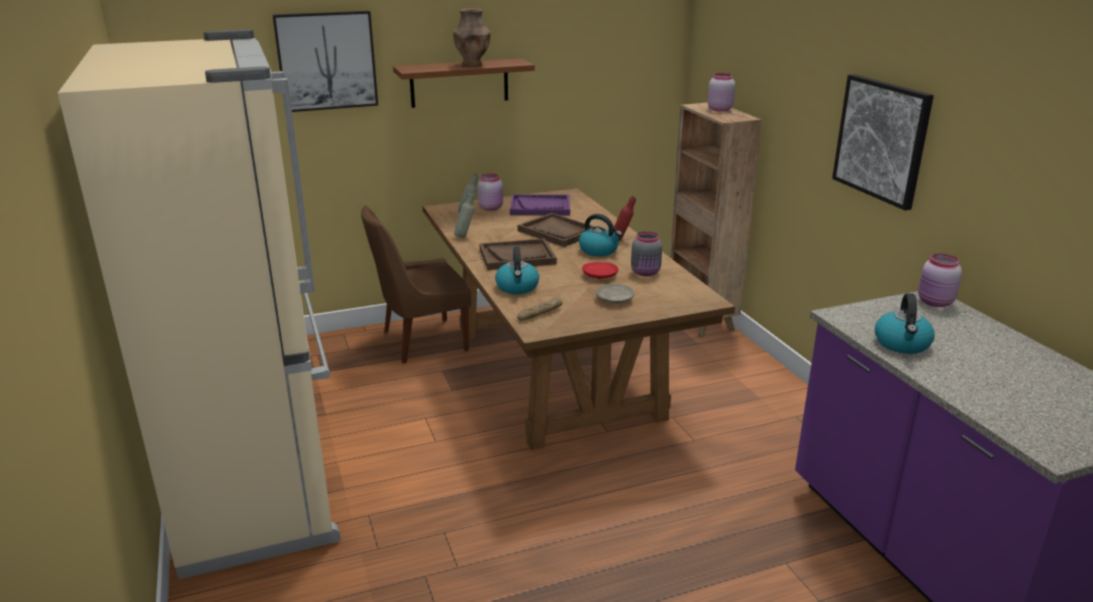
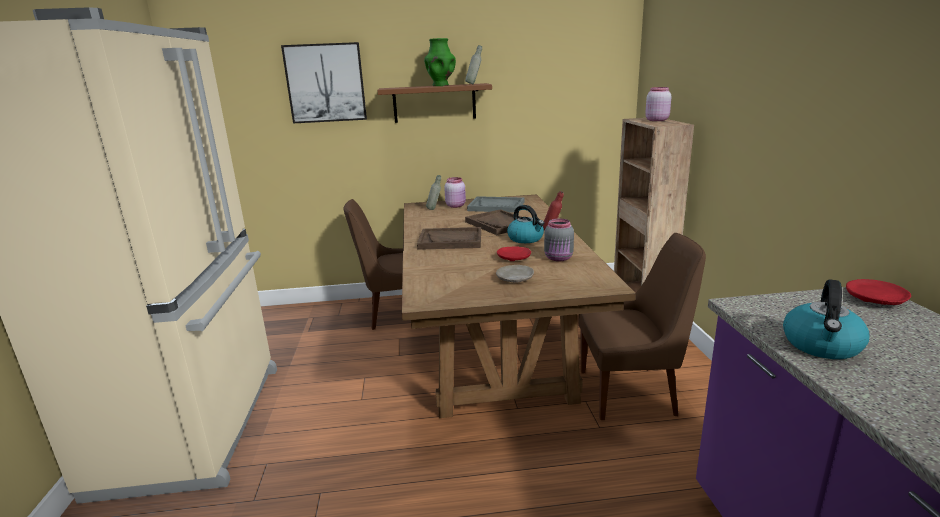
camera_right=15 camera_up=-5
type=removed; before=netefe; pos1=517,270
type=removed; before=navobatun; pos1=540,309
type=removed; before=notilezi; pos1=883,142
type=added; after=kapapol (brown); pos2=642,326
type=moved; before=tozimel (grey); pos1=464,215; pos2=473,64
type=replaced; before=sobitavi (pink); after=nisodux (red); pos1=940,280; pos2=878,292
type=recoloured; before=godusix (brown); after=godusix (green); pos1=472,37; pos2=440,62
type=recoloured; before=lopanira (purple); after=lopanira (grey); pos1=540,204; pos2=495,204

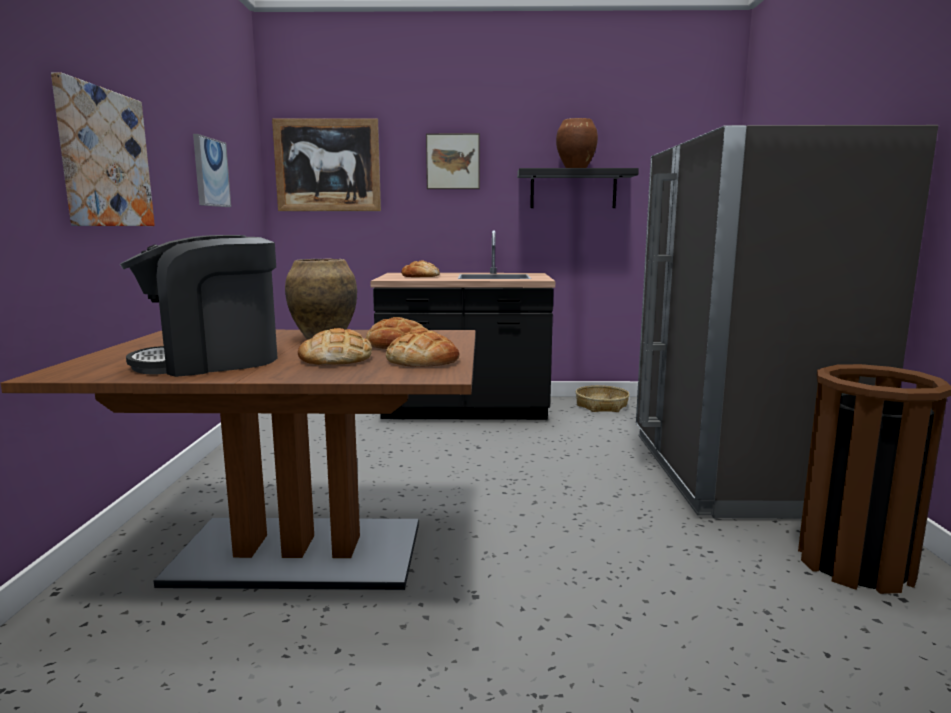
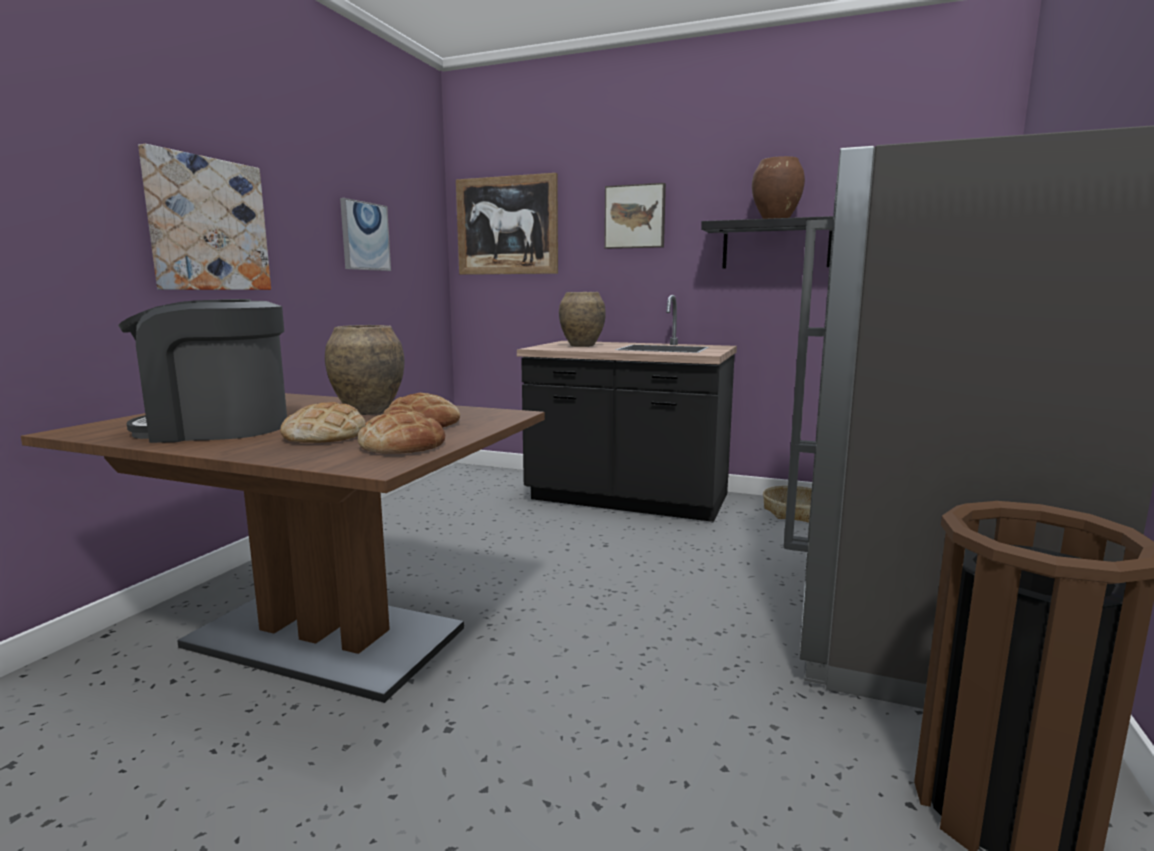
camera_right=20 camera_up=0
type=replaced; before=navobatun; after=godusix (brown); pos1=420,268; pos2=582,319

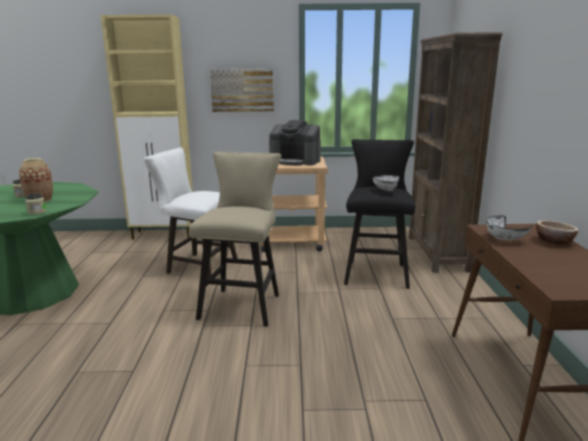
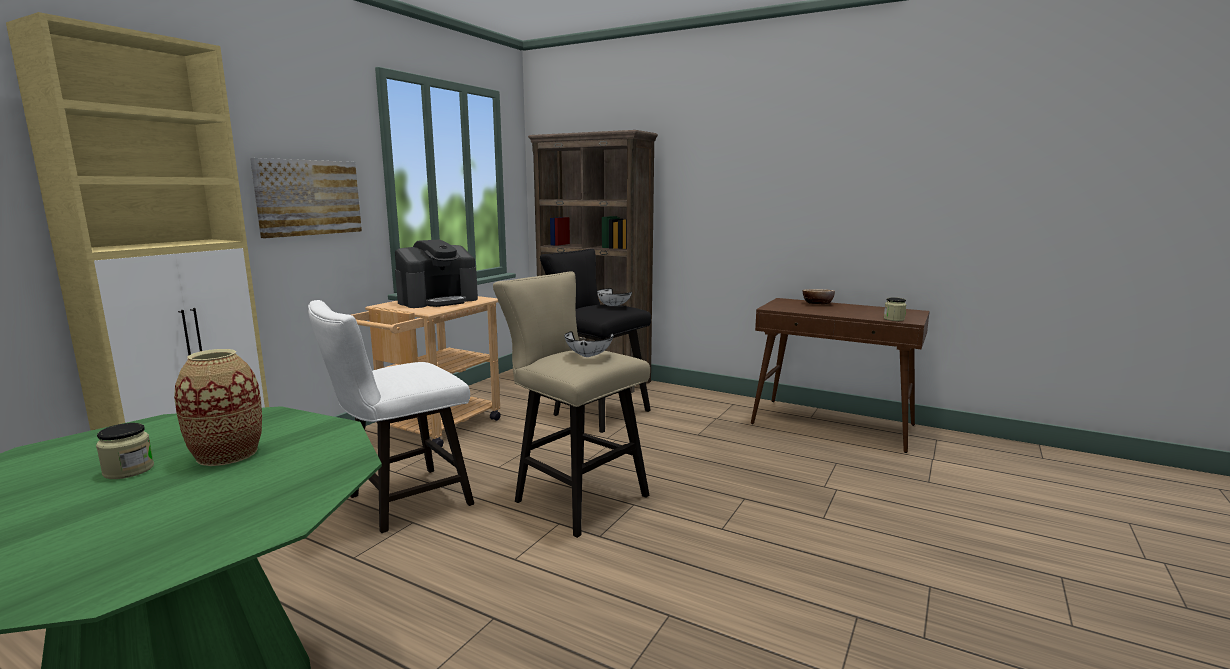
camera_right=-60 camera_up=-5
type=moved; before=sobitavi; pos1=35,204; pos2=895,309
type=moved; before=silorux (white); pos1=509,228; pos2=589,344

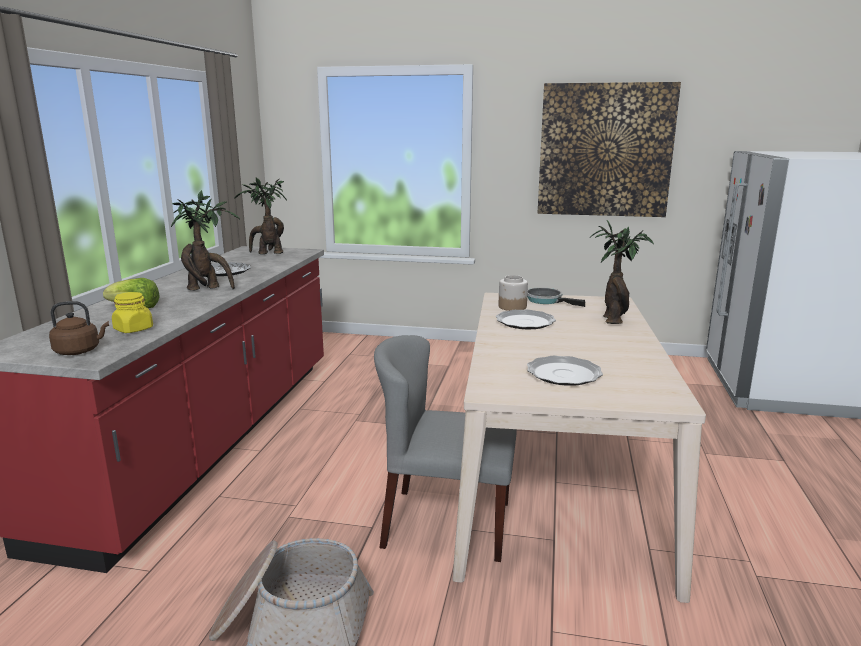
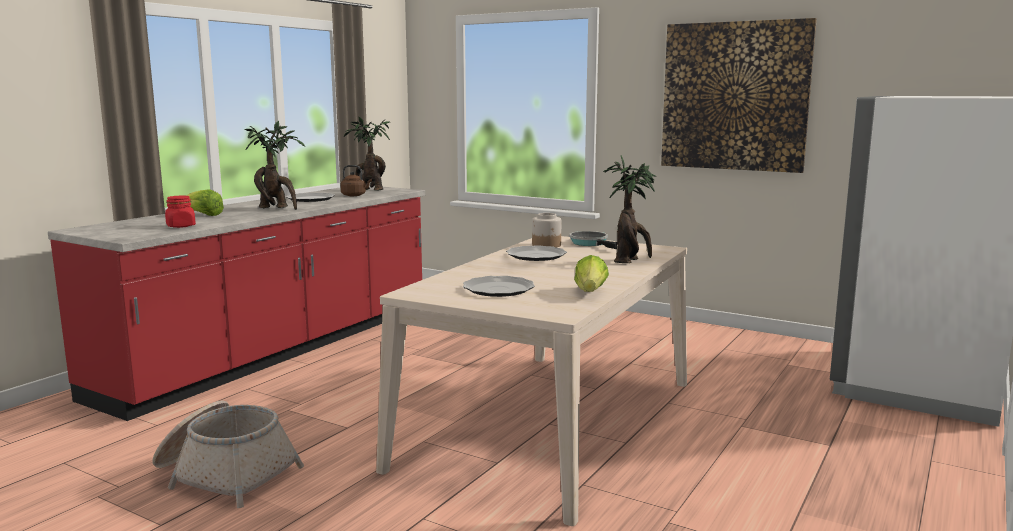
camera_right=20 camera_up=-5
type=removed; before=kapapol (grey); pos1=445,448
type=added; after=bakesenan; pos2=591,273
type=moved; before=netefe (brown); pos1=79,328; pos2=356,180
type=recoloured; before=sobitavi (yellow); after=sobitavi (red); pos1=132,312; pos2=180,212

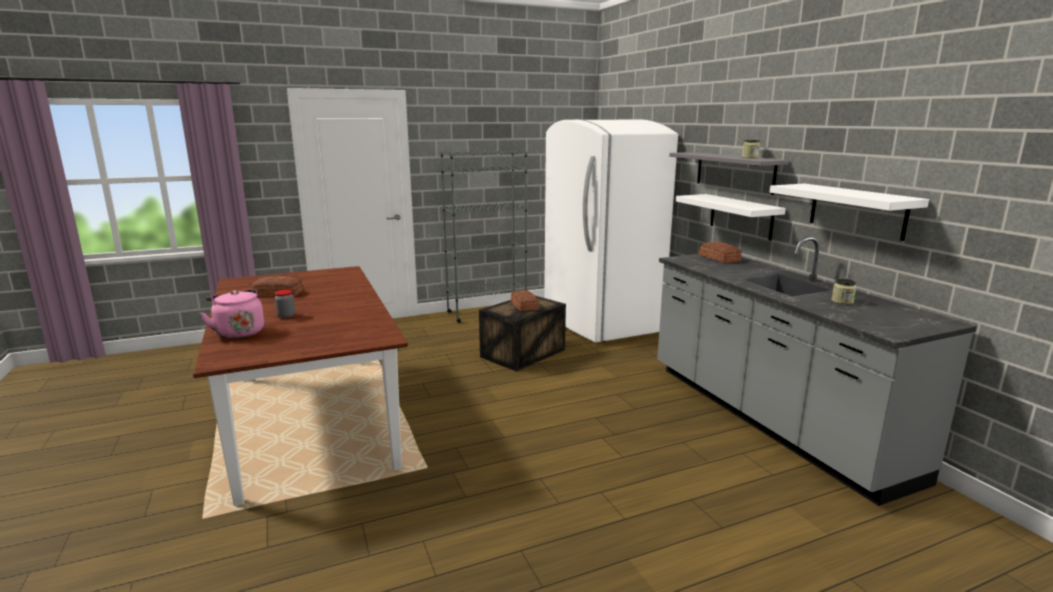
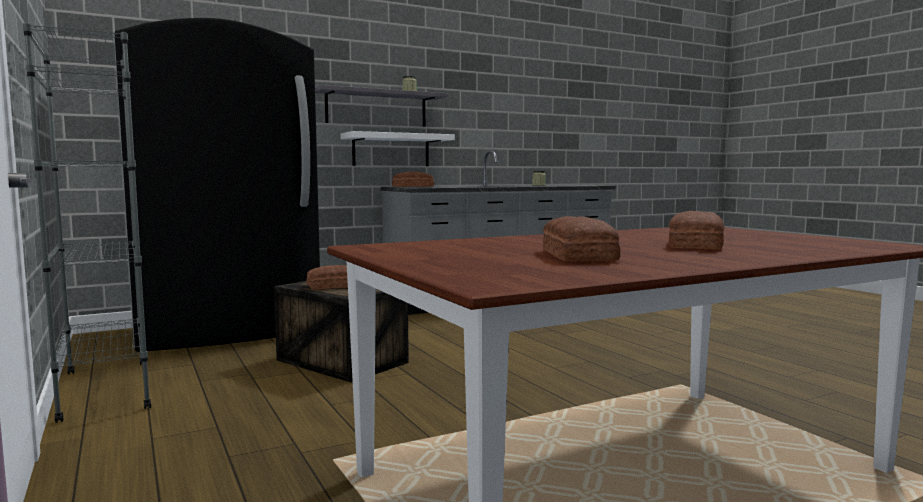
camera_right=-95 camera_up=-10
type=removed; before=netefe (pink); pos1=232,313
type=removed; before=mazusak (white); pos1=849,212
type=replaced; before=sobitavi; after=navobatun; pos1=285,304; pos2=697,230
type=recoloured; before=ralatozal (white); after=ralatozal (black); pos1=611,230; pos2=217,185

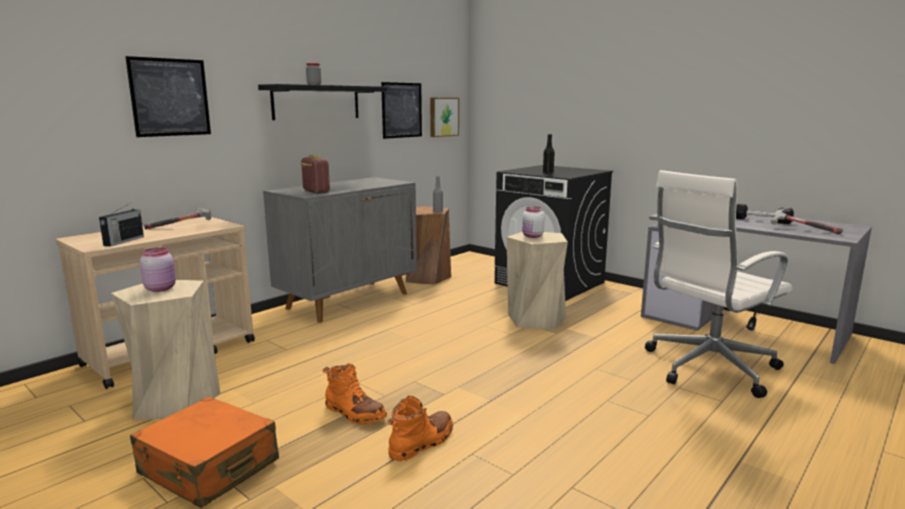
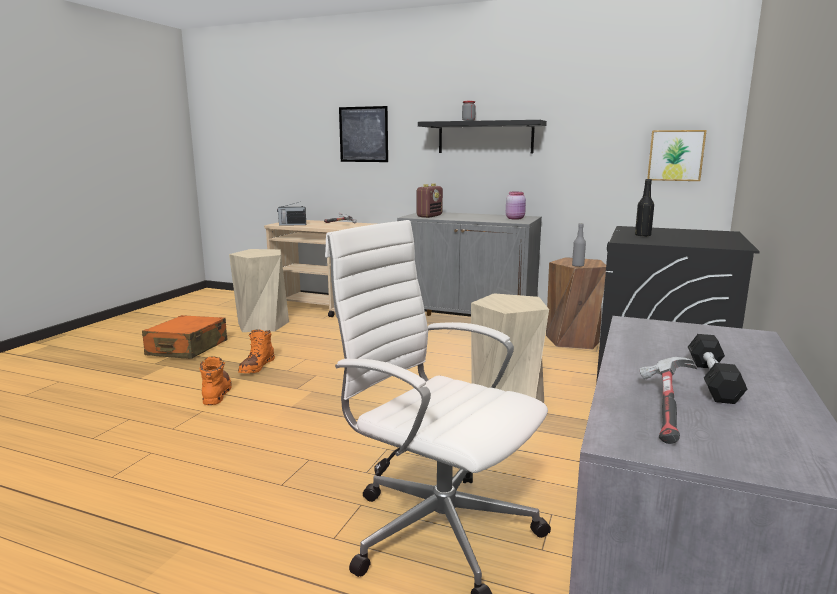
camera_right=70 camera_up=0
type=removed; before=notilezi; pos1=401,110
type=removed; before=sobitavi (white); pos1=533,222
type=moved; before=sobitavi (pink); pos1=158,269; pos2=516,206
type=turned; before=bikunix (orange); pos1=420,428; pos2=216,381; turn=-120

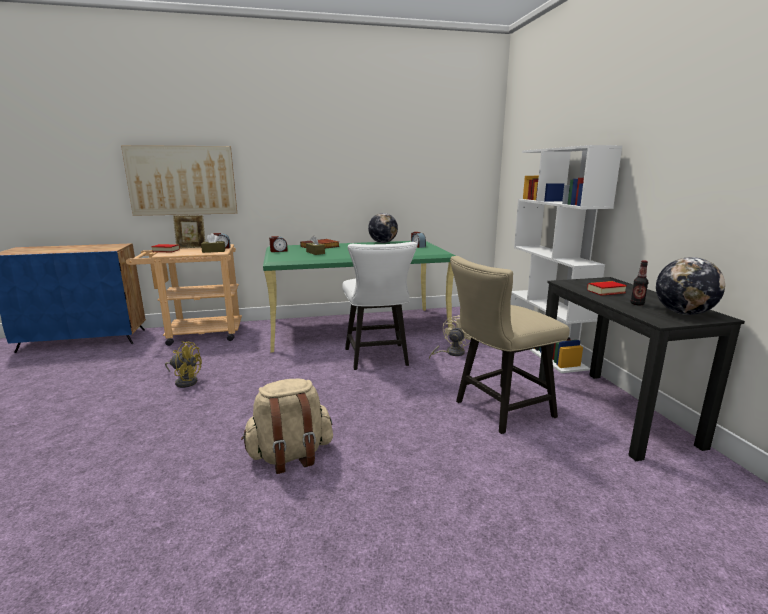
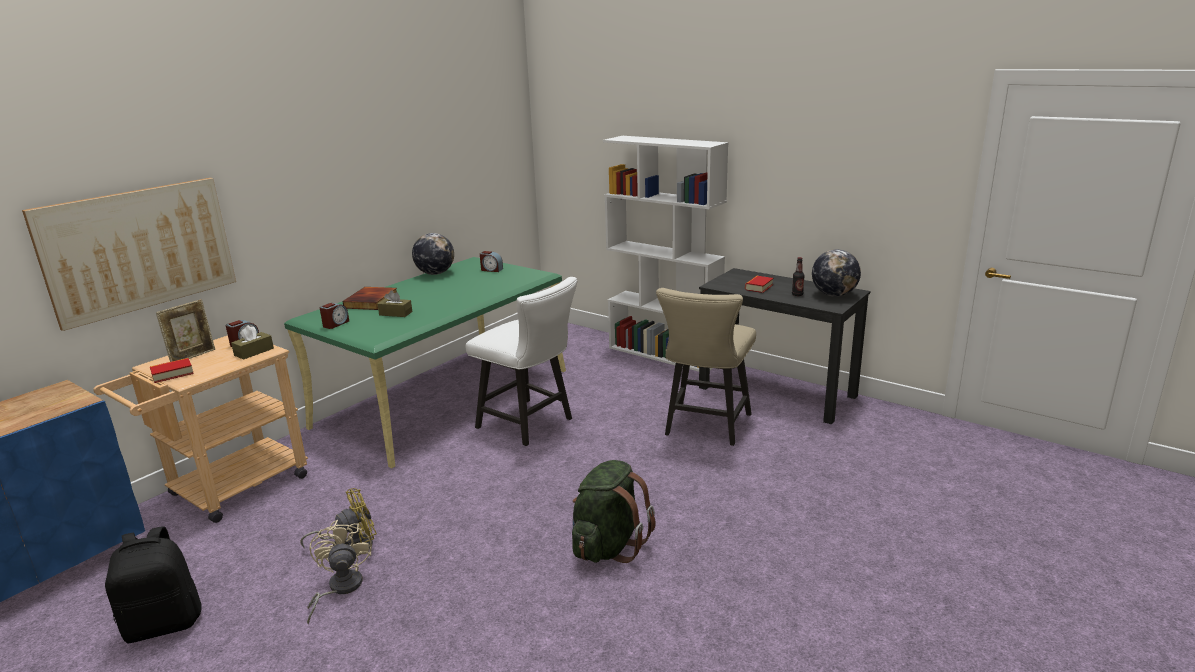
camera_right=-40 camera_up=5
type=added; after=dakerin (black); pos2=153,585
type=moved; before=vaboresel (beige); pos1=450,337; pos2=339,572
type=recoloured; before=dakerin (beige); after=dakerin (green); pos1=287,426; pos2=613,511

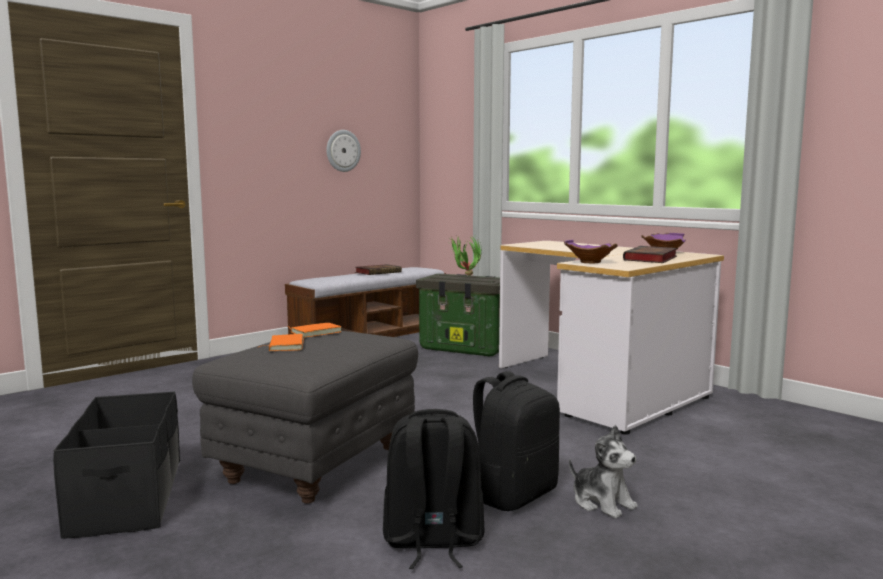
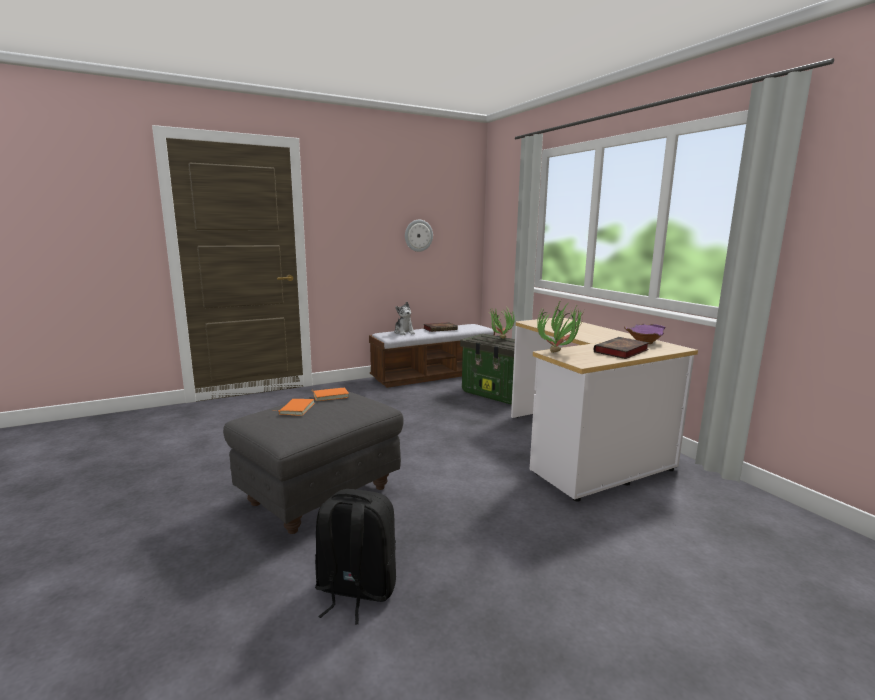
camera_right=15 camera_up=5
type=removed; before=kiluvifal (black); pos1=116,465
type=removed; before=dakerin (black); pos1=516,441
type=moved; before=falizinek; pos1=603,471; pos2=404,318
type=replaced; before=silorux (purple); after=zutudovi; pos1=590,251; pos2=561,326

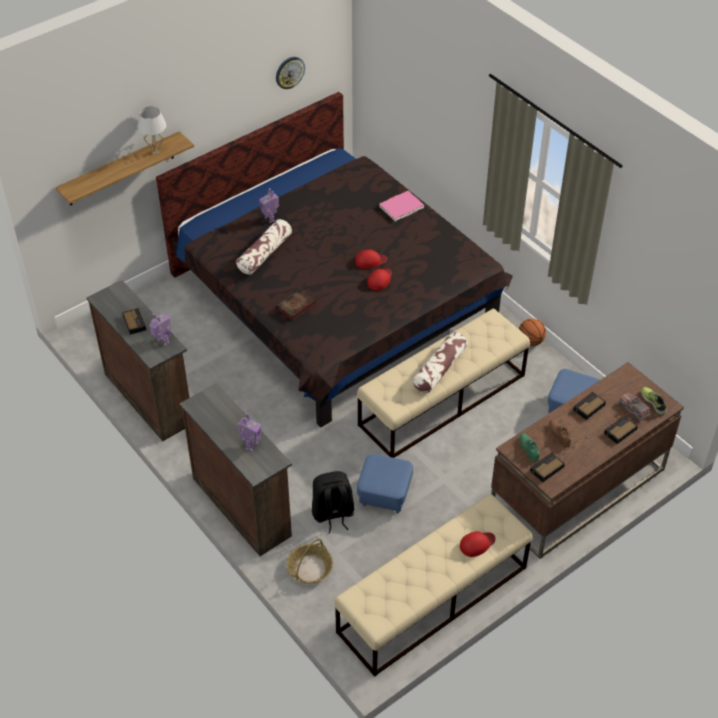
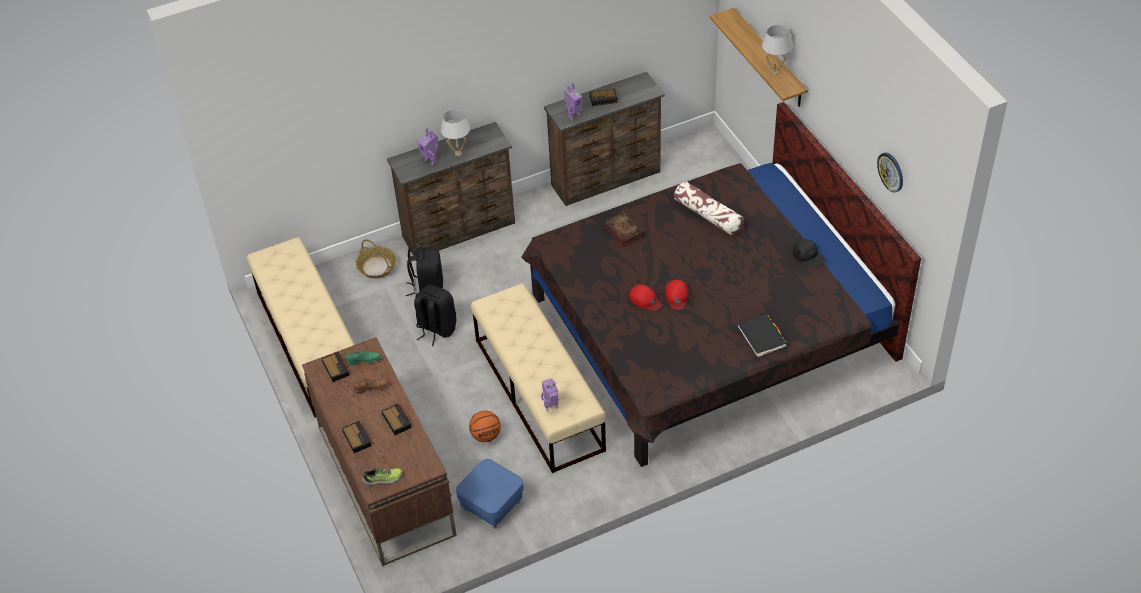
camera_right=105 camera_up=0
type=removed; before=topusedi; pos1=440,362
type=removed; before=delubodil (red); pos1=477,544
type=removed; before=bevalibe; pos1=635,406
type=added; after=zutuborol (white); pos2=455,133
type=added; after=delubodil (black); pos2=809,253
type=moved; before=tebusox; pos1=269,205; pos2=550,395
type=moved; before=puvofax; pos1=532,332; pos2=485,426
type=replaced; before=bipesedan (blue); after=dakerin (black); pos1=385,484; pos2=435,315
type=recoloured; before=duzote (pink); after=duzote (black); pos1=401,206; pos2=762,335

